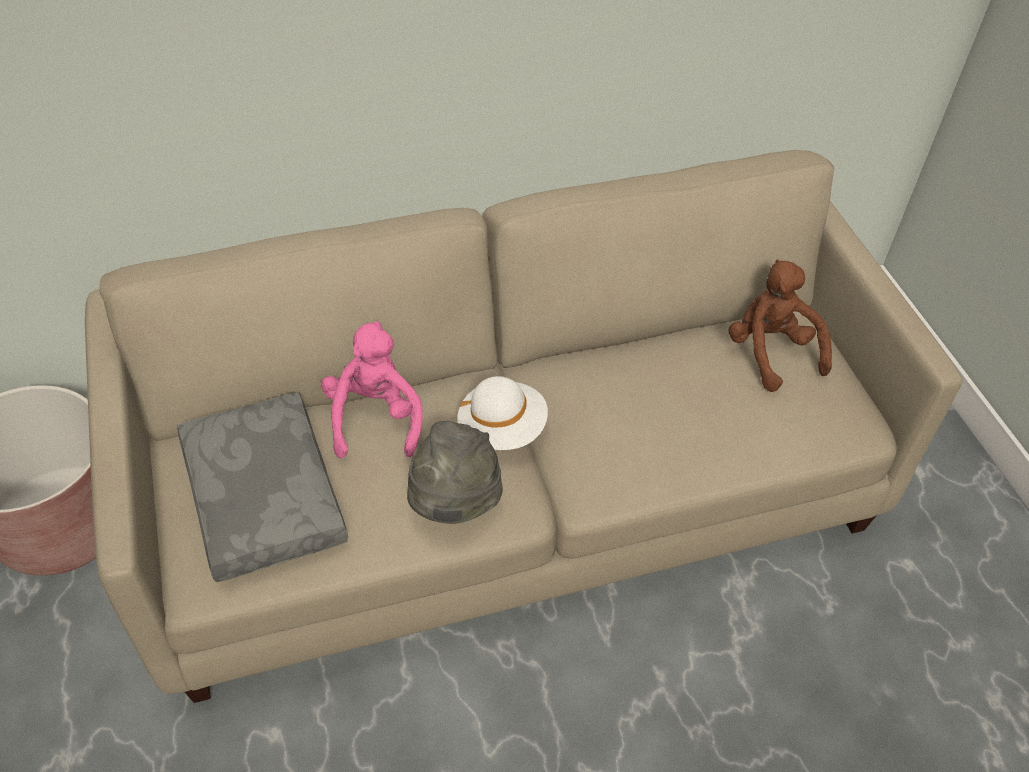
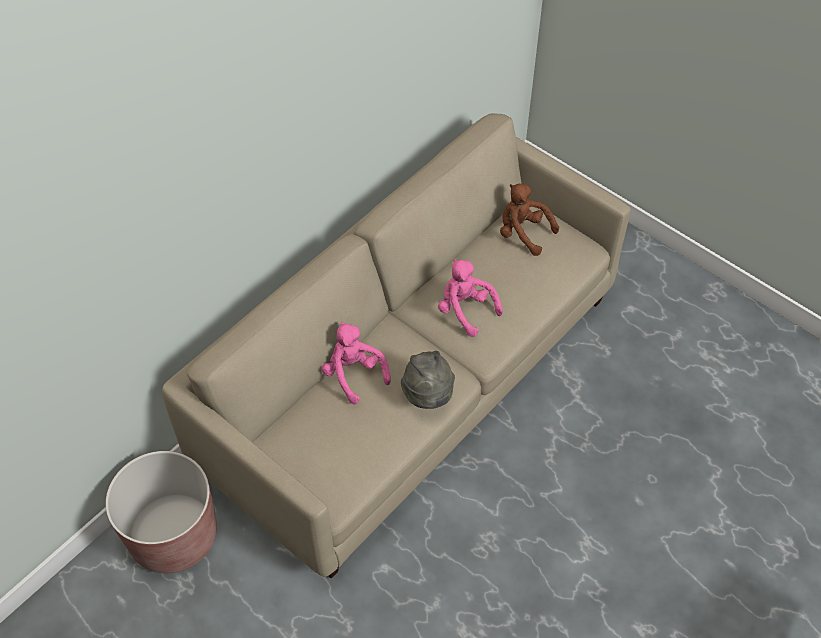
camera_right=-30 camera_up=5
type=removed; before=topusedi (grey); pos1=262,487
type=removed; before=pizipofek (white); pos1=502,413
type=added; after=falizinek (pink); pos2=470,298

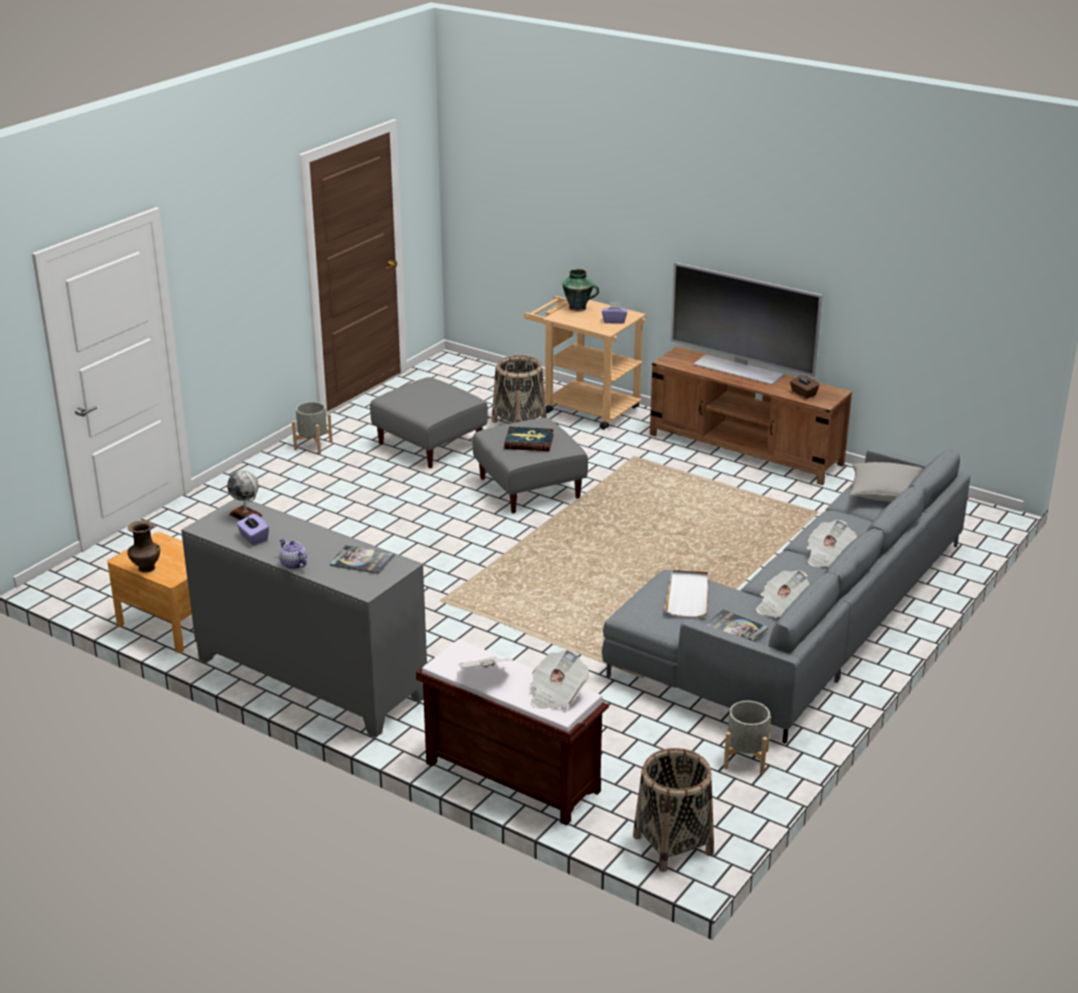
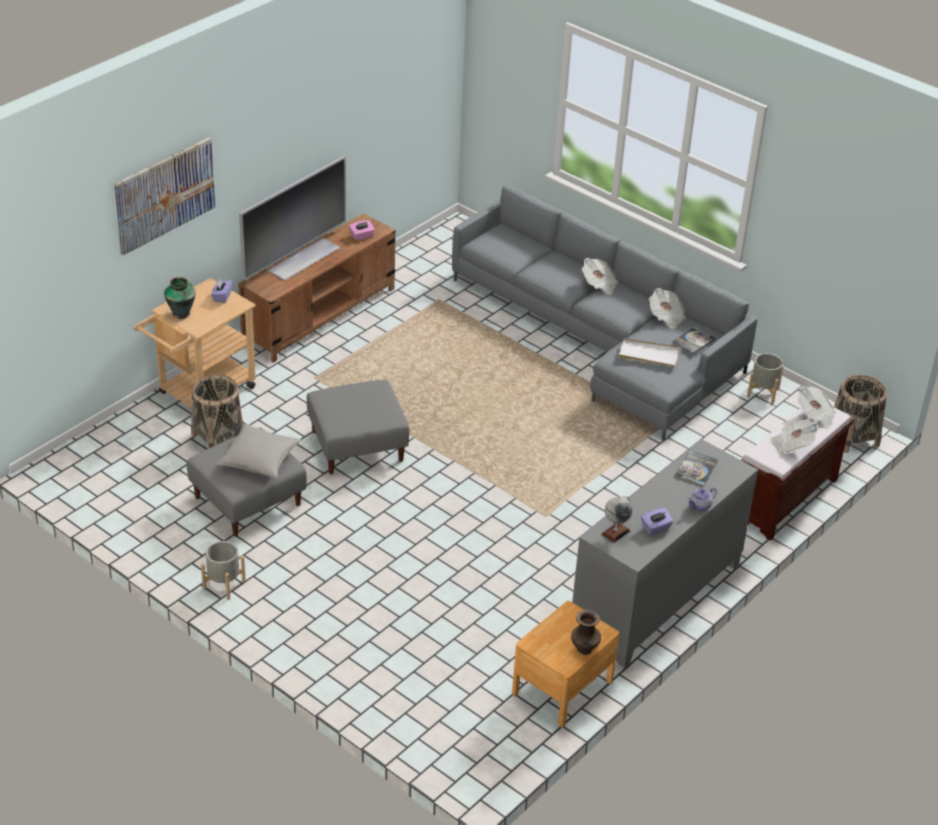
camera_right=-85 camera_up=10
type=removed; before=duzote; pos1=529,439
type=added; after=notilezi; pos2=164,196
type=moved; before=topusedi (grey); pos1=886,482; pos2=259,451
type=recoloured; before=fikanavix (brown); after=fikanavix (pink); pos1=804,386; pos2=362,230

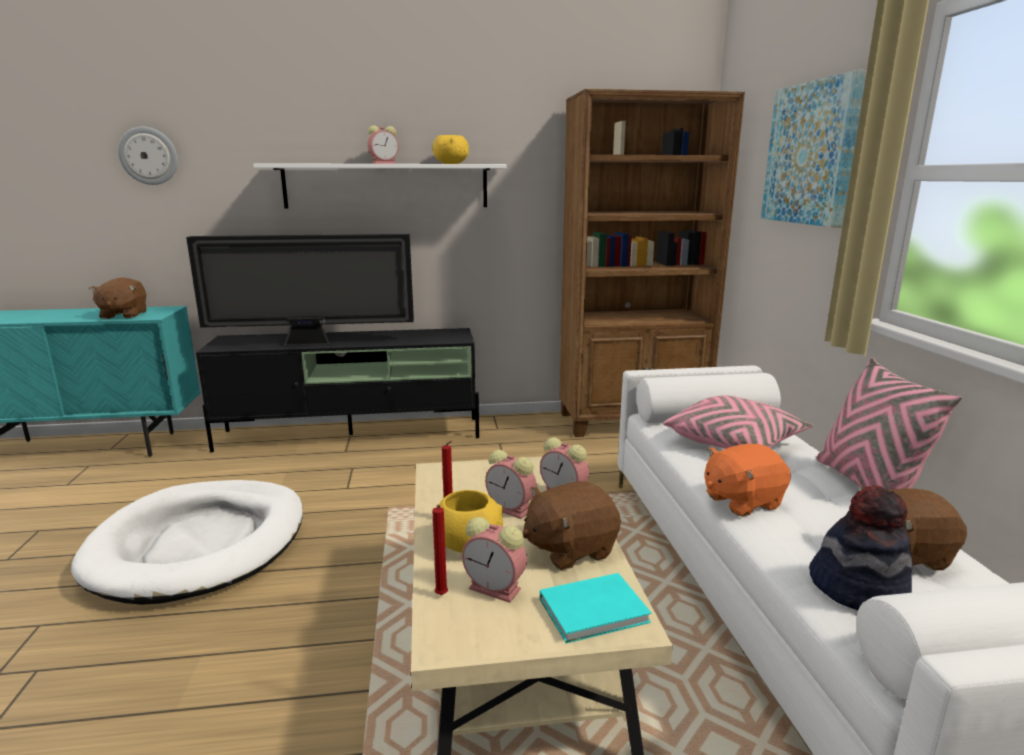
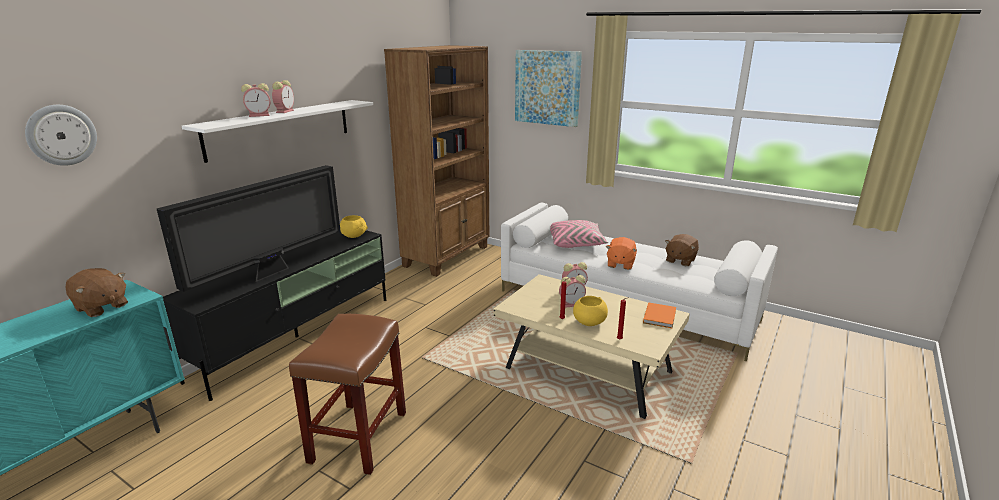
camera_right=-50 camera_up=5
type=removed; before=falizinek (brown); pos1=572,525
type=removed; before=pizipofek; pos1=860,548
type=removed; before=topusedi (pink); pos1=889,423
type=moved; before=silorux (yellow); pos1=451,149; pos2=354,226
type=moved; before=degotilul; pos1=494,560; pos2=256,100
type=replaced; before=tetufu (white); after=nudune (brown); pos1=187,542; pos2=347,394
type=recoloured; before=duzote (turquoise); after=duzote (orange); pos1=596,608; pos2=659,315

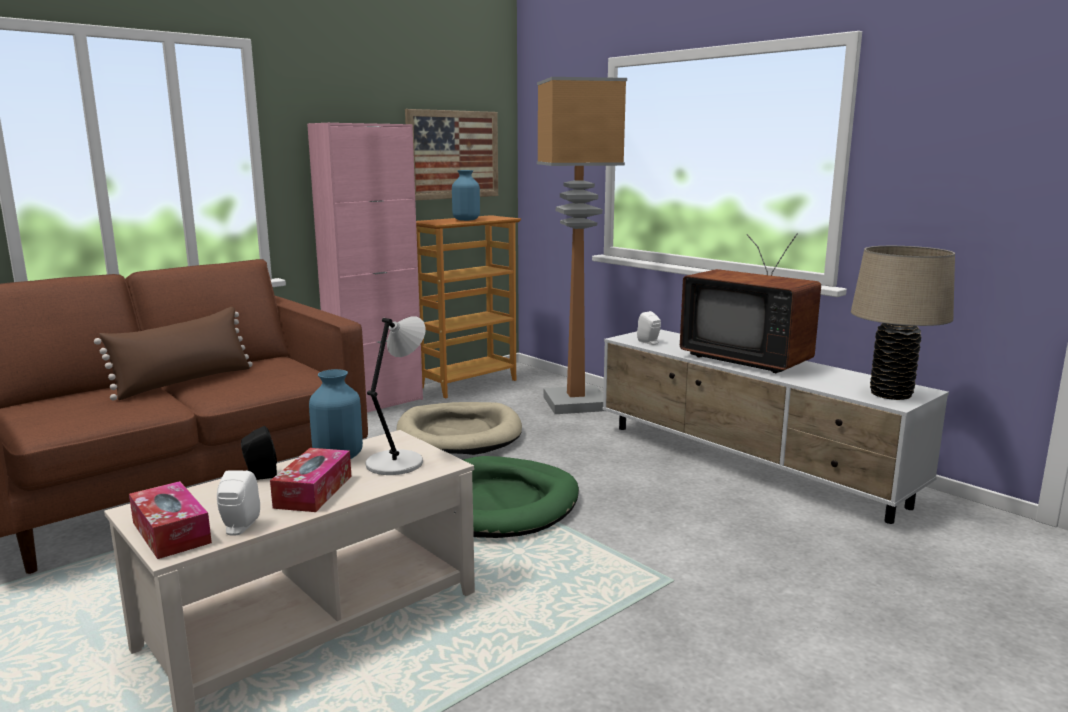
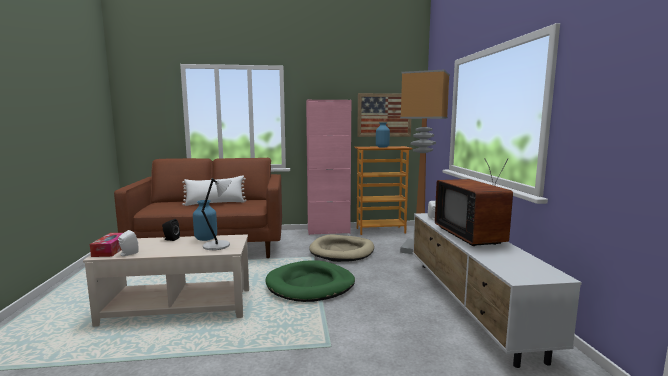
camera_right=35 camera_up=-5
type=removed; before=fikanavix; pos1=310,480
type=removed; before=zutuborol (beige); pos1=903,323
type=recoloured; before=topusedi (brown); after=topusedi (white); pos1=173,354; pos2=214,190

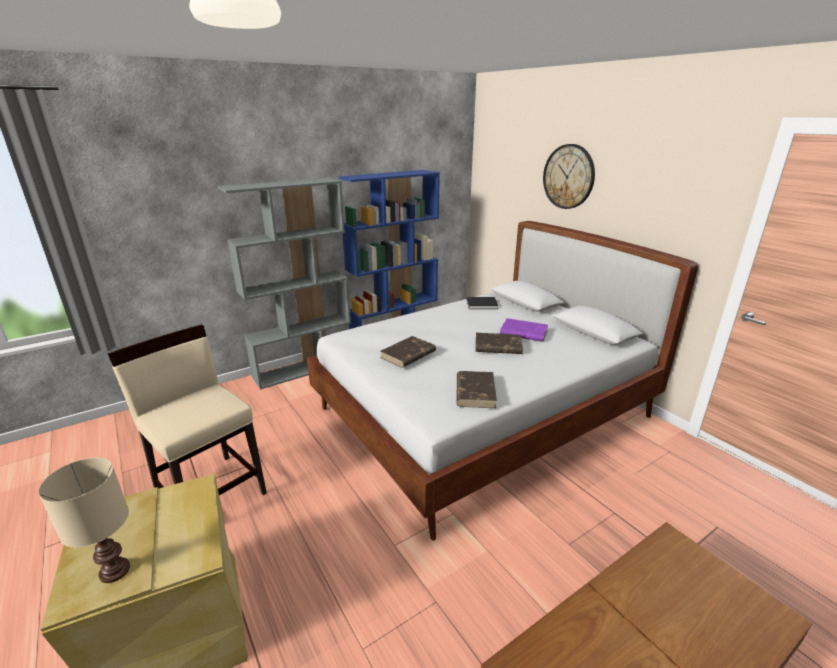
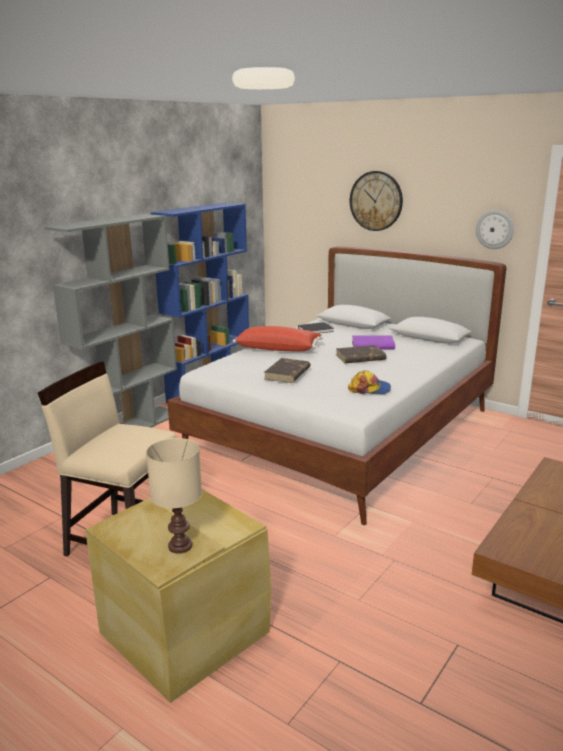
camera_right=-20 camera_up=-5
type=added; after=topusedi (red); pos2=278,338
type=added; after=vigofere; pos2=495,229
type=replaced; before=duzote (brown); after=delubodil; pos1=477,389; pos2=369,382

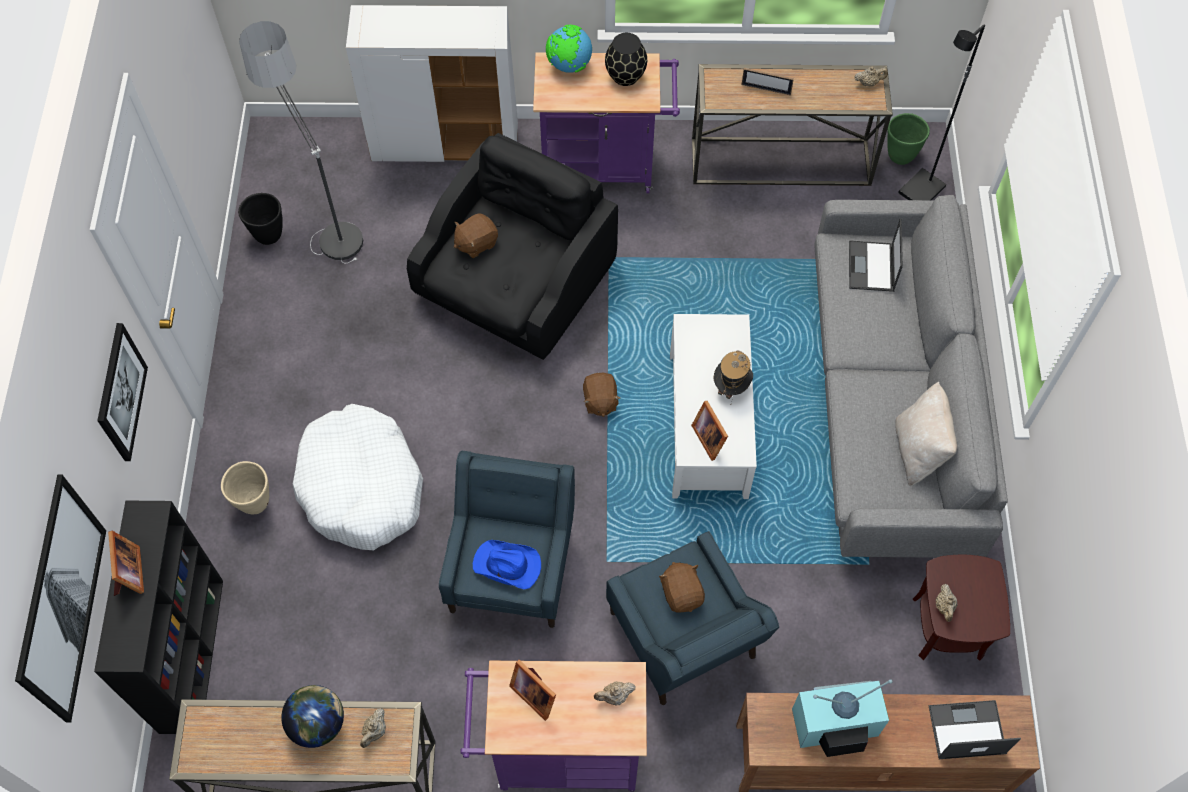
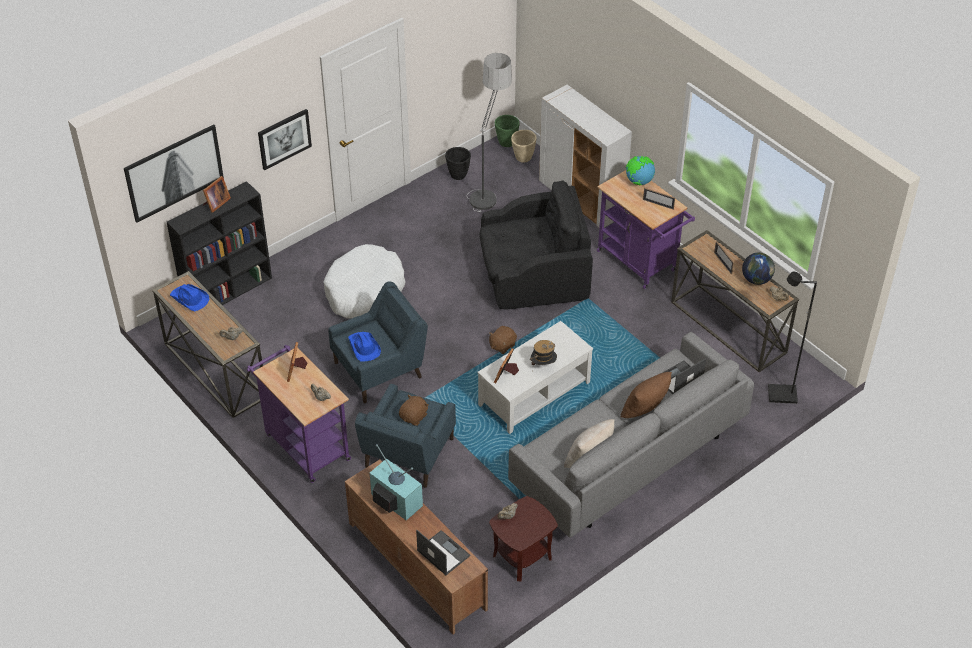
camera_right=50 camera_up=-15
type=removed; before=falizinek (brown); pos1=476,235
type=added; after=pizipofek (blue); pos2=189,297
type=added; after=topusedi (brown); pos2=646,395
type=moved; before=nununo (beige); pos1=245,487; pos2=524,146
type=moved; before=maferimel; pos1=312,716; pos2=758,269
type=moved; before=nununo (green); pos1=908,139; pos2=507,131
type=replaced; before=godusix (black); after=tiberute; pos1=626,59; pos2=659,199

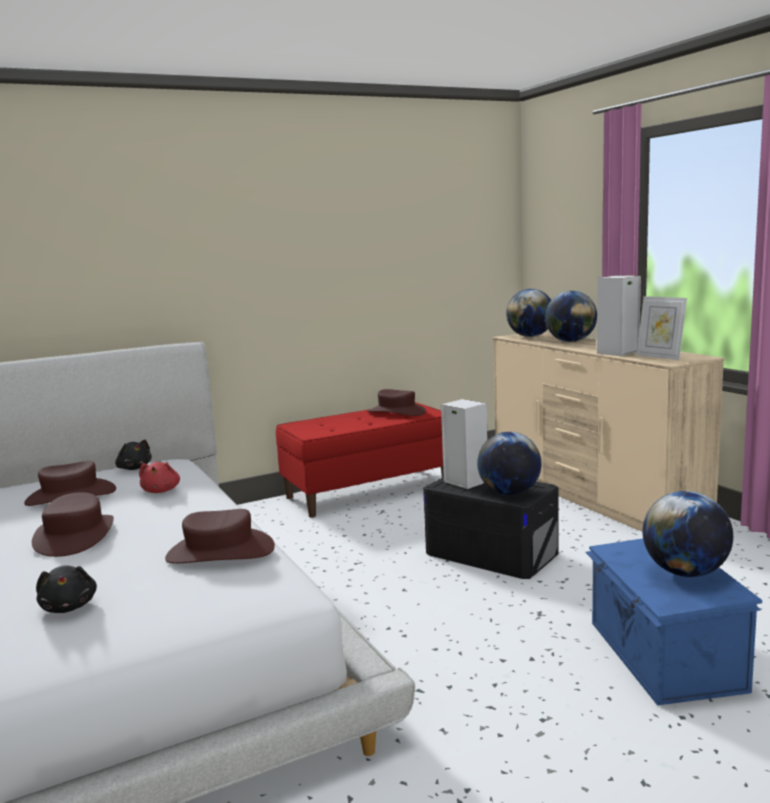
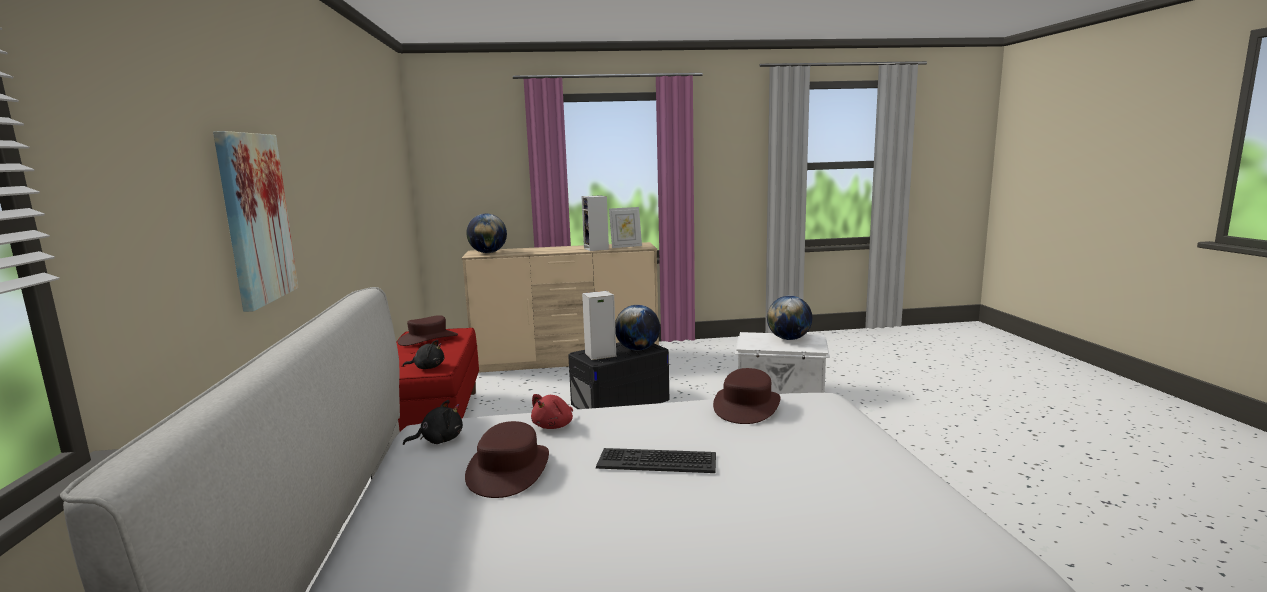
camera_right=-70 camera_up=0
type=removed; before=maferimel; pos1=571,316
type=added; after=notilezi; pos2=256,221
type=moved; before=falizinek (black); pos1=66,589; pos2=423,354
type=replaced; before=pizipofek (brown); after=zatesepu; pos1=73,524; pos2=656,460
type=recoloured; before=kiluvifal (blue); after=kiluvifal (white); pos1=673,621; pos2=782,363
type=turned; before=falizinek (red); pos1=159,477; pos2=552,411; turn=105

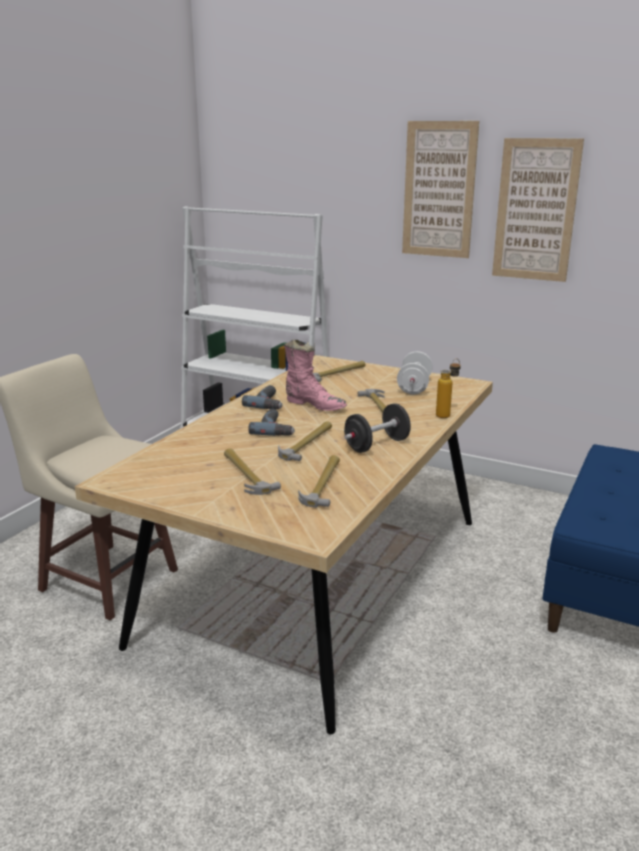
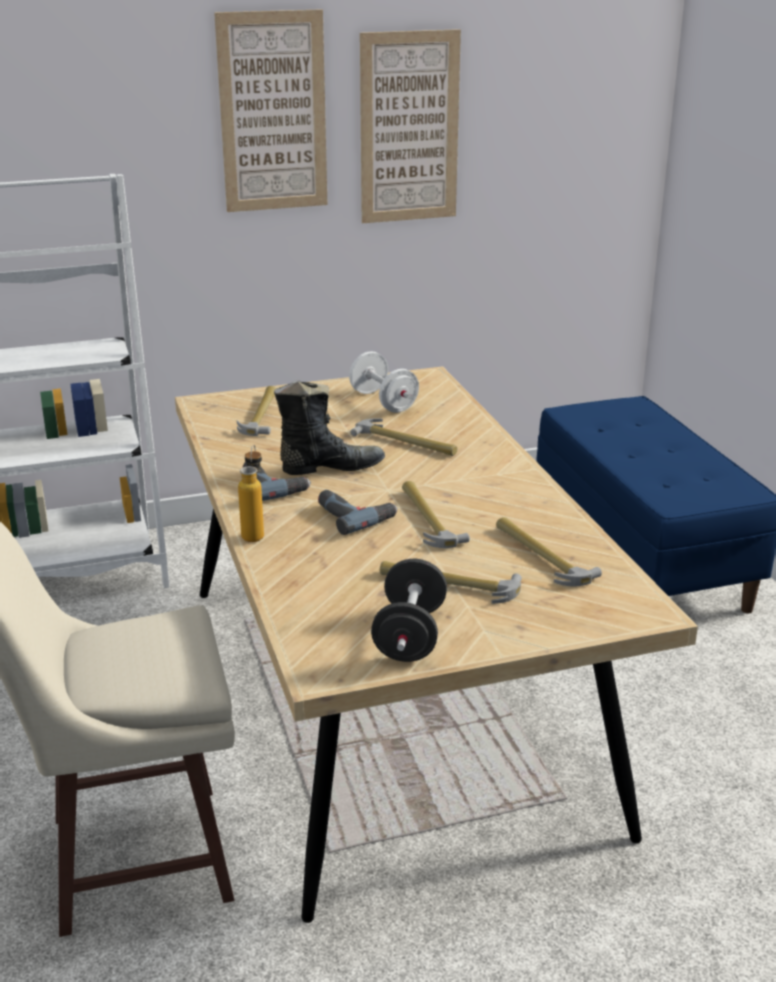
camera_right=-45 camera_up=5
type=moved; before=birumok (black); pos1=377,428; pos2=409,610
type=moved; before=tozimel; pos1=448,388; pos2=251,493
type=recoloured; before=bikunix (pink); after=bikunix (black); pos1=315,375; pos2=329,427

